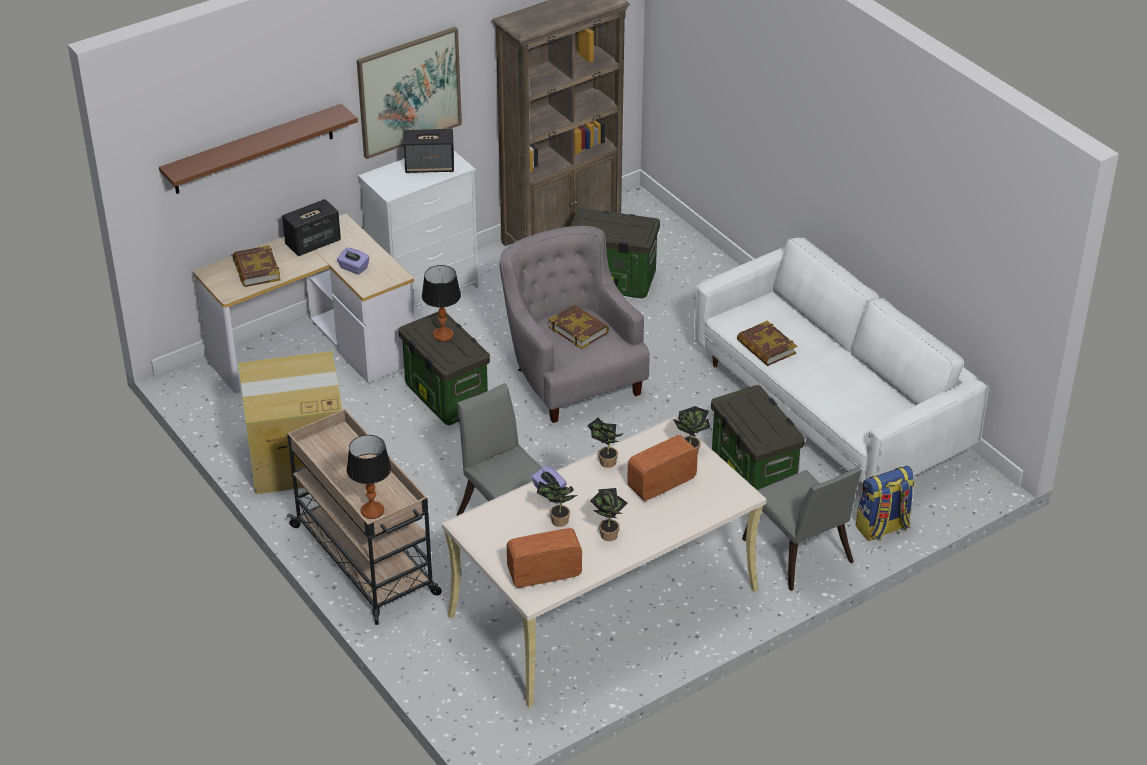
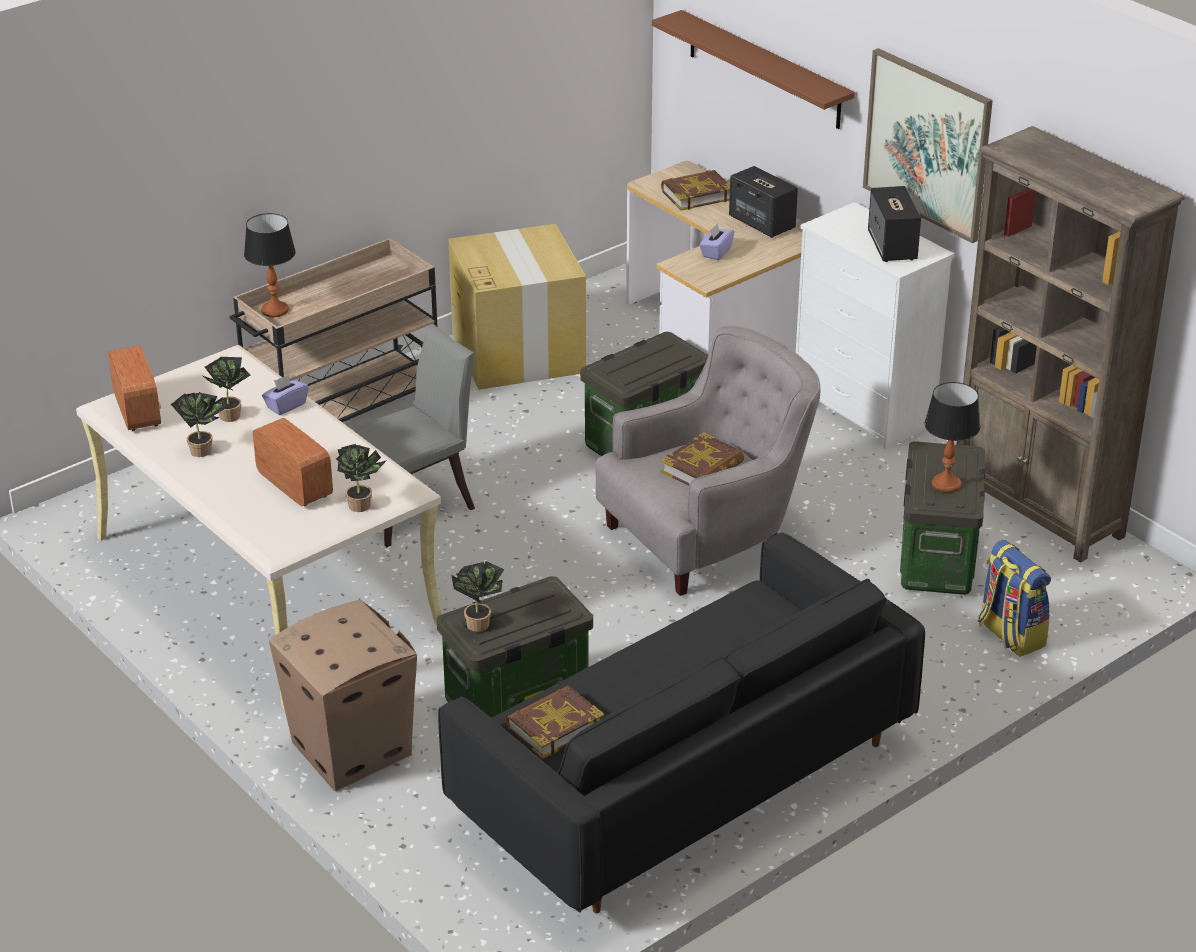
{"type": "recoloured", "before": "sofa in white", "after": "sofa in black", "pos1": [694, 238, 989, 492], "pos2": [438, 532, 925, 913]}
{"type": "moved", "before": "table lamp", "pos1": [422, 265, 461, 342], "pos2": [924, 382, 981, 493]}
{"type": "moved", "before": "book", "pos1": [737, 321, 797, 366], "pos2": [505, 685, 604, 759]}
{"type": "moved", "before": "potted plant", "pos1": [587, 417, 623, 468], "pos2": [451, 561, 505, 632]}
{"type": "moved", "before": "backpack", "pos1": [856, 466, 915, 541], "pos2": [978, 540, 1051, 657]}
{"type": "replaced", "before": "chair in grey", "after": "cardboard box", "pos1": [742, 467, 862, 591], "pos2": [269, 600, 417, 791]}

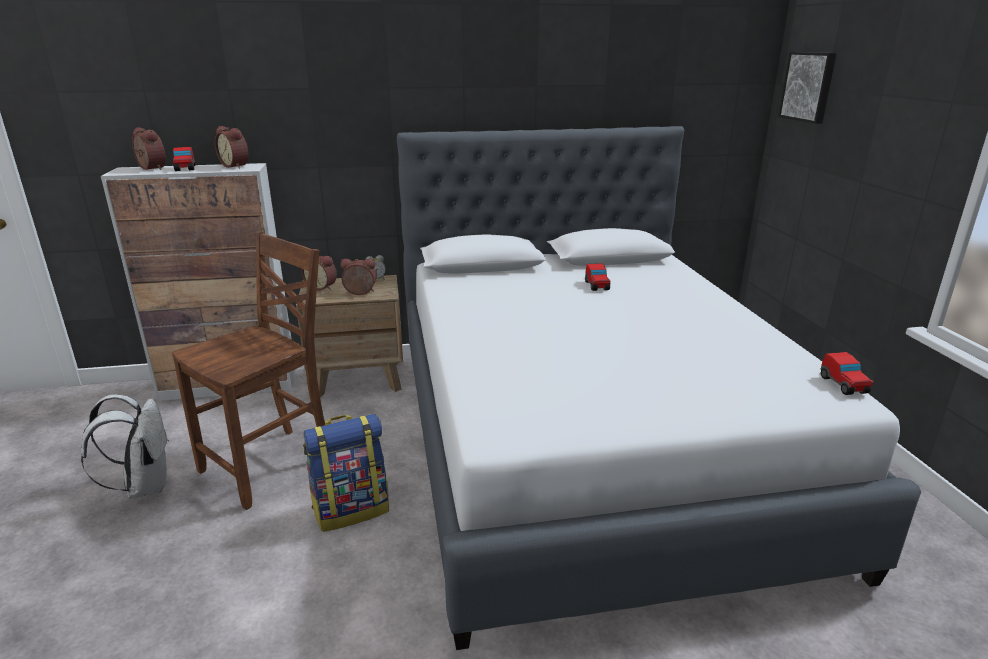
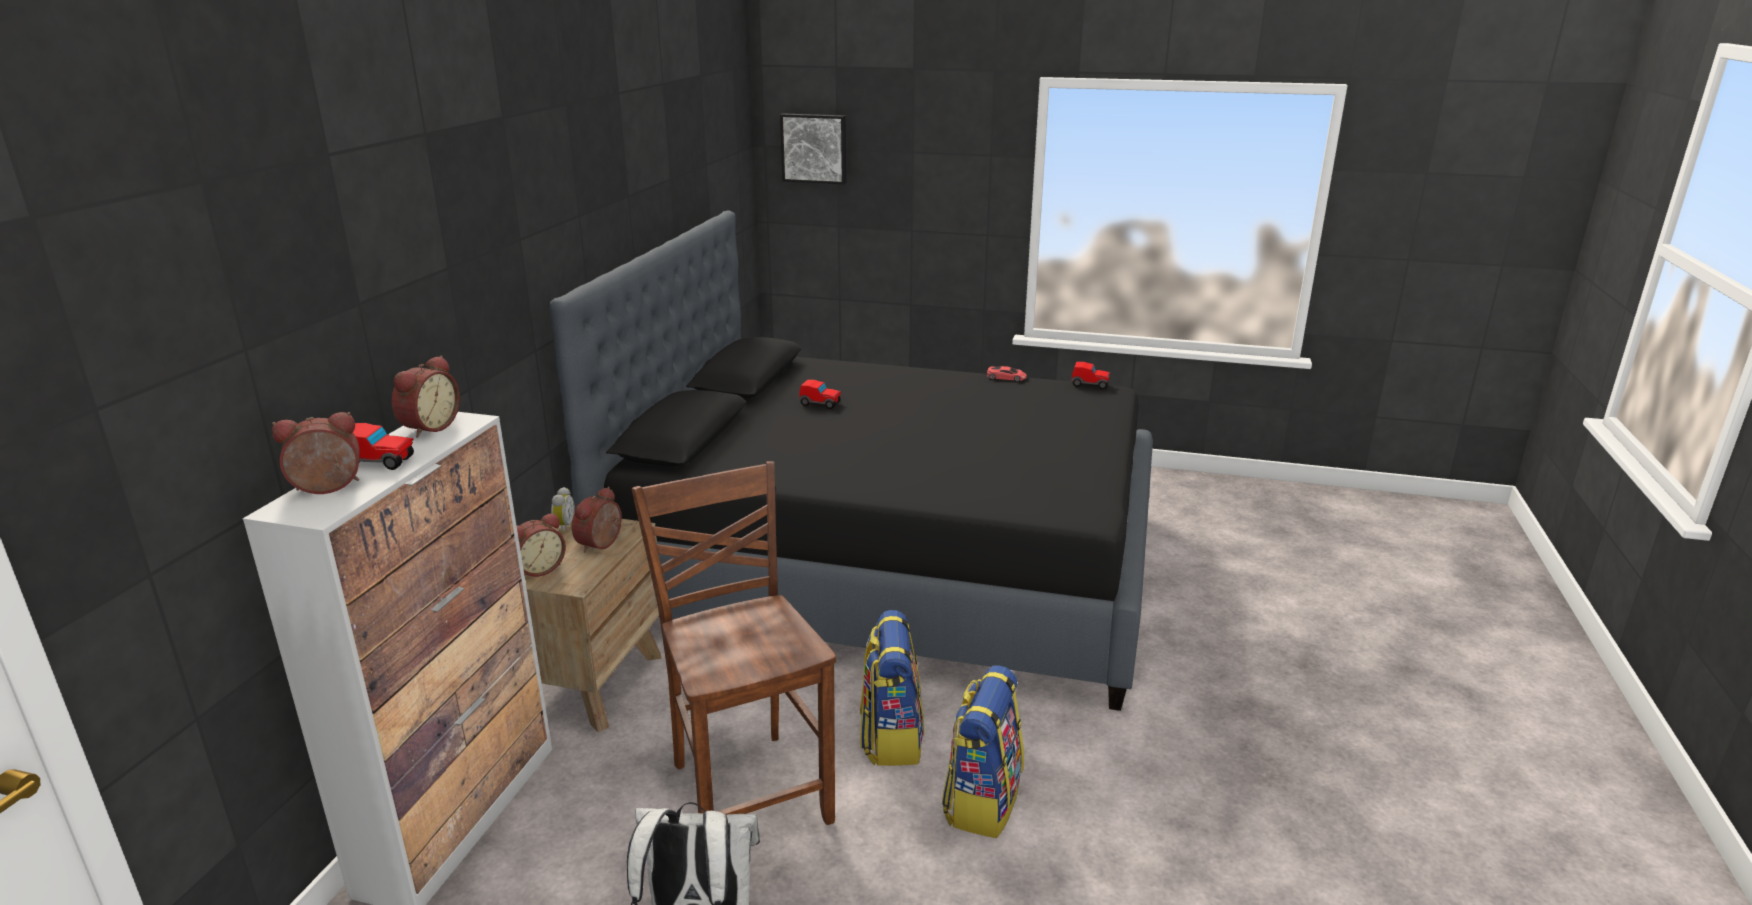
{"type": "turned", "before": "alarm clock", "pos1": [215, 126, 248, 169], "pos2": [392, 355, 460, 438], "turn": -45}
{"type": "recoloured", "before": "bed in white", "after": "bed in black", "pos1": [397, 126, 921, 650], "pos2": [550, 211, 1153, 711]}
{"type": "added", "after": "toy car in red", "pos2": [987, 366, 1027, 382]}
{"type": "added", "after": "backpack", "pos2": [942, 665, 1024, 838]}

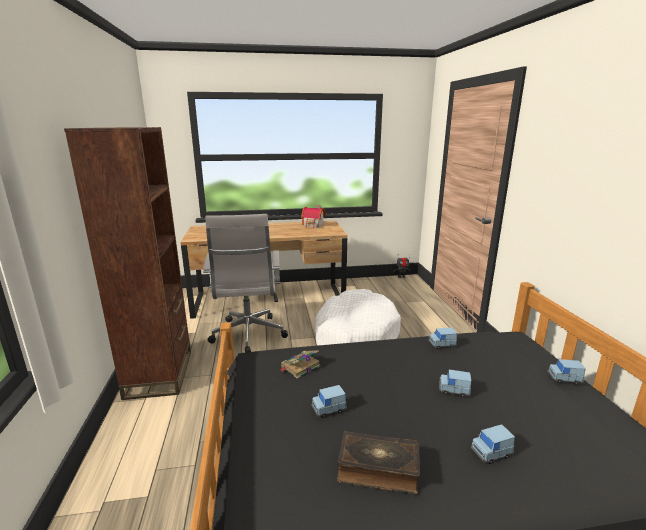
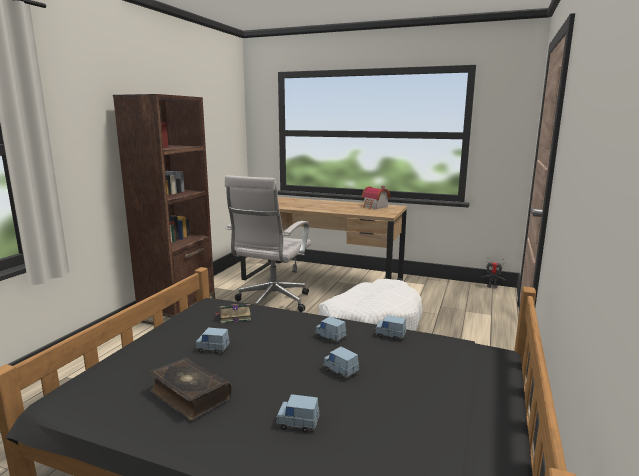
{"type": "moved", "before": "toy car in blue", "pos1": [548, 359, 586, 385], "pos2": [315, 317, 347, 343]}

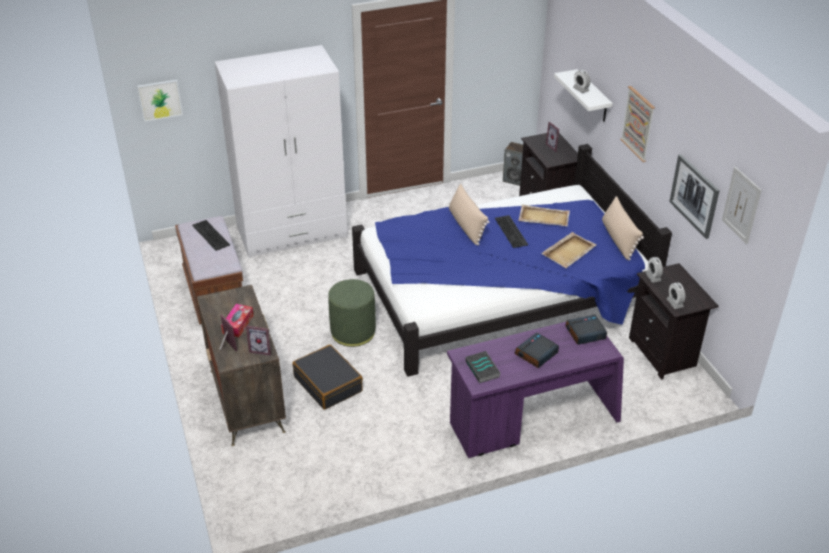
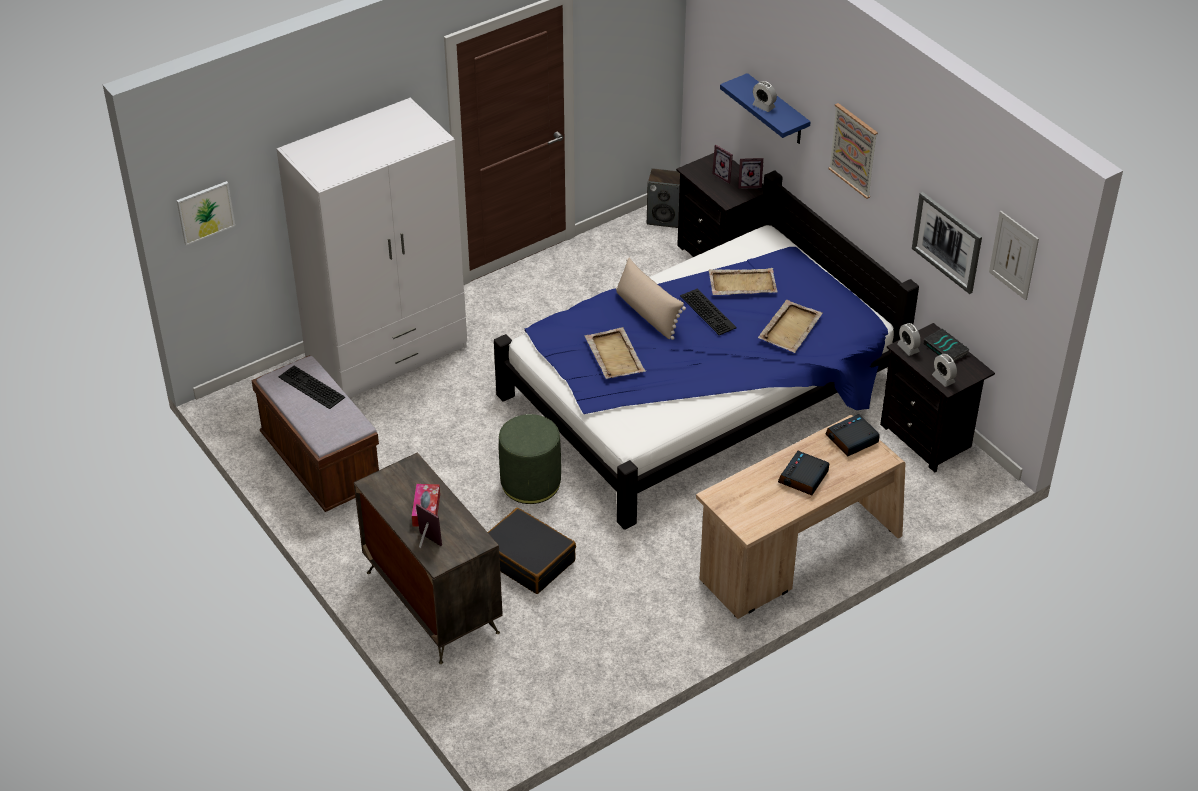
{"type": "recoloured", "before": "shelf in white", "after": "shelf in blue", "pos1": [554, 69, 613, 122], "pos2": [720, 73, 811, 144]}
{"type": "removed", "before": "pillow in beige", "pos1": [602, 196, 644, 260]}
{"type": "recoloured", "before": "desk in purple", "after": "desk in beige", "pos1": [447, 321, 624, 458], "pos2": [696, 415, 905, 619]}
{"type": "moved", "before": "picture frame", "pos1": [246, 326, 271, 356], "pos2": [738, 158, 764, 189]}
{"type": "moved", "before": "book", "pos1": [465, 351, 500, 383], "pos2": [923, 328, 969, 362]}
{"type": "added", "after": "tray in beige", "pos2": [585, 327, 646, 379]}

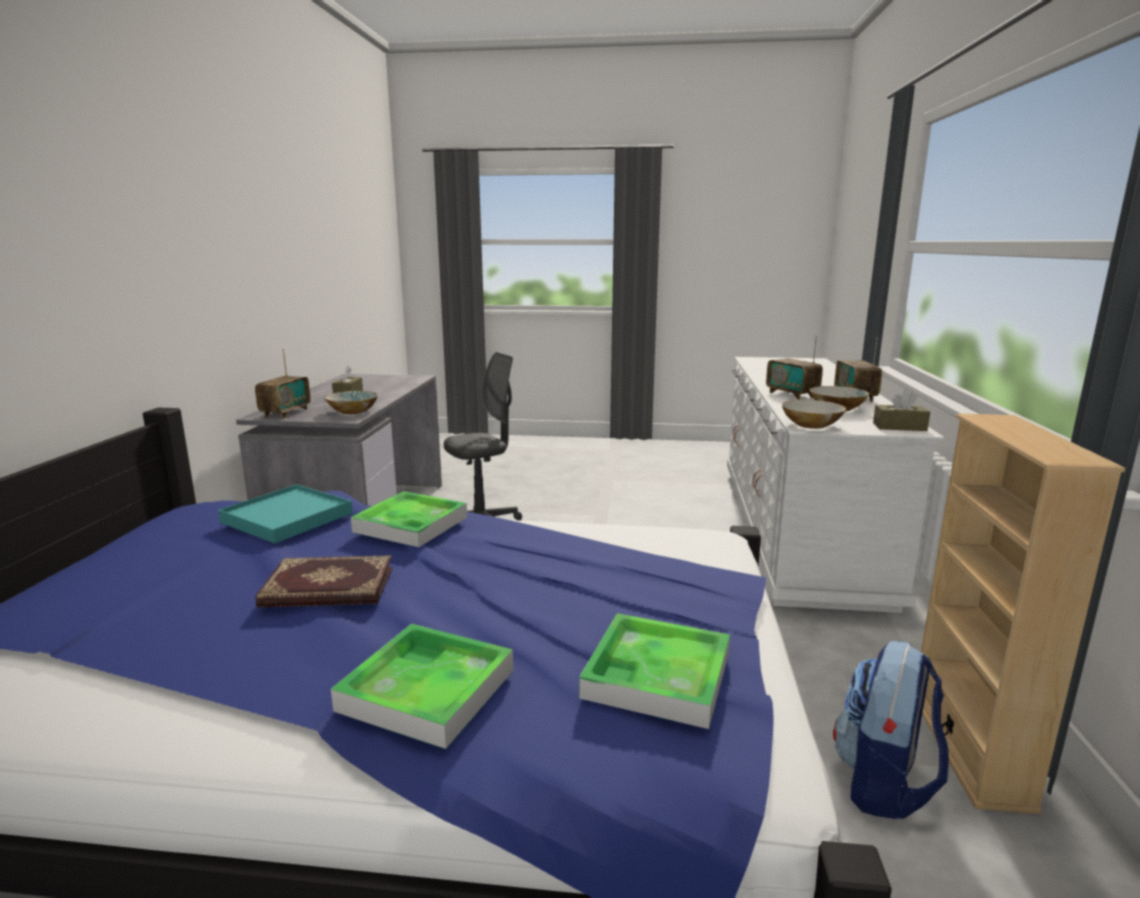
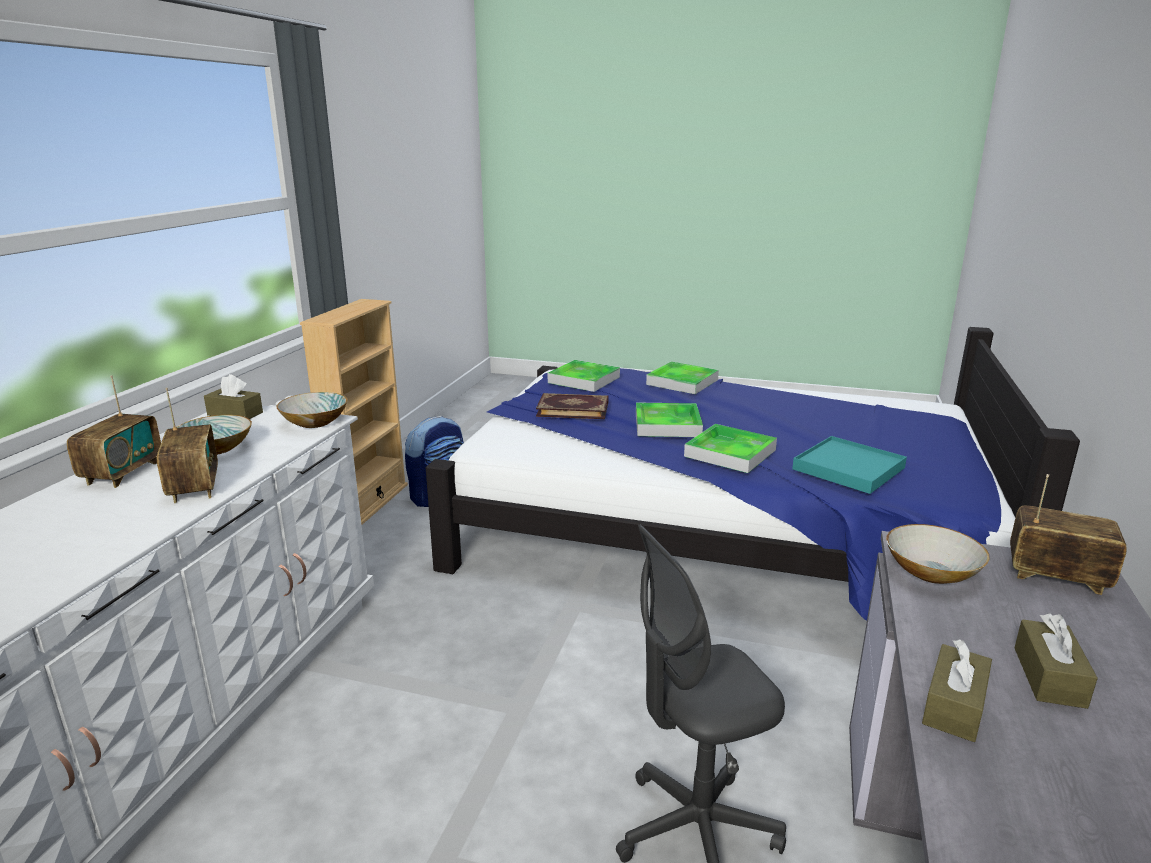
{"type": "turned", "before": "radio", "pos1": [255, 349, 311, 419], "pos2": [1010, 474, 1127, 595], "turn": 90}
{"type": "moved", "before": "book", "pos1": [256, 555, 393, 608], "pos2": [536, 393, 609, 419]}
{"type": "added", "after": "tray", "pos2": [636, 402, 703, 437]}
{"type": "added", "after": "tissue box in brown", "pos2": [922, 640, 992, 742]}

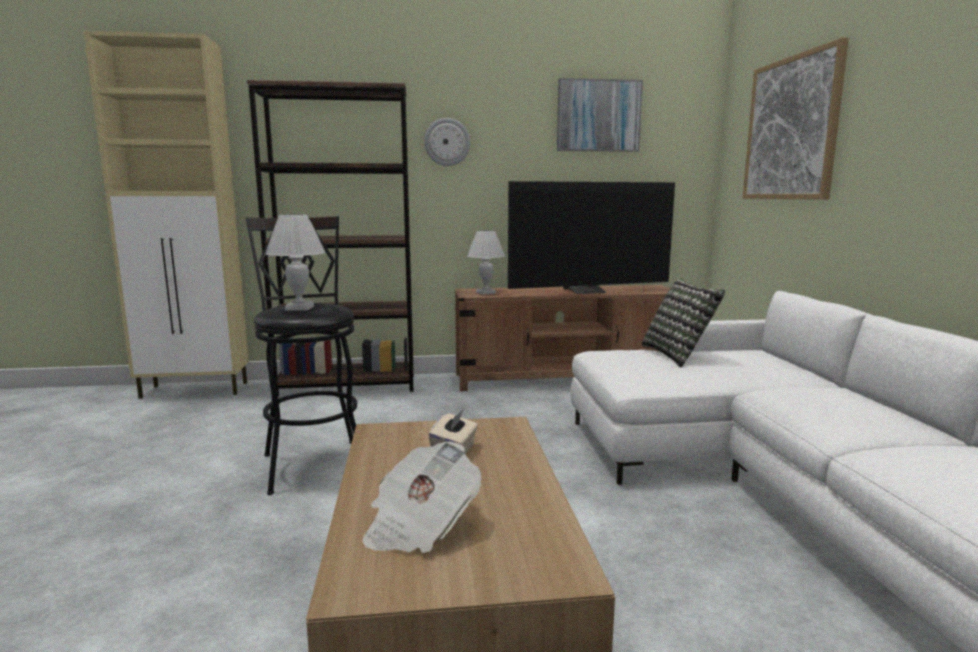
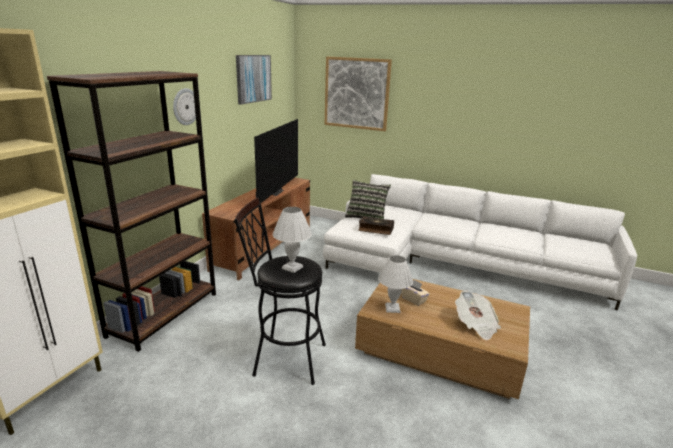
{"type": "moved", "before": "table lamp in white", "pos1": [467, 230, 505, 295], "pos2": [378, 255, 413, 313]}
{"type": "added", "after": "book", "pos2": [358, 216, 394, 235]}

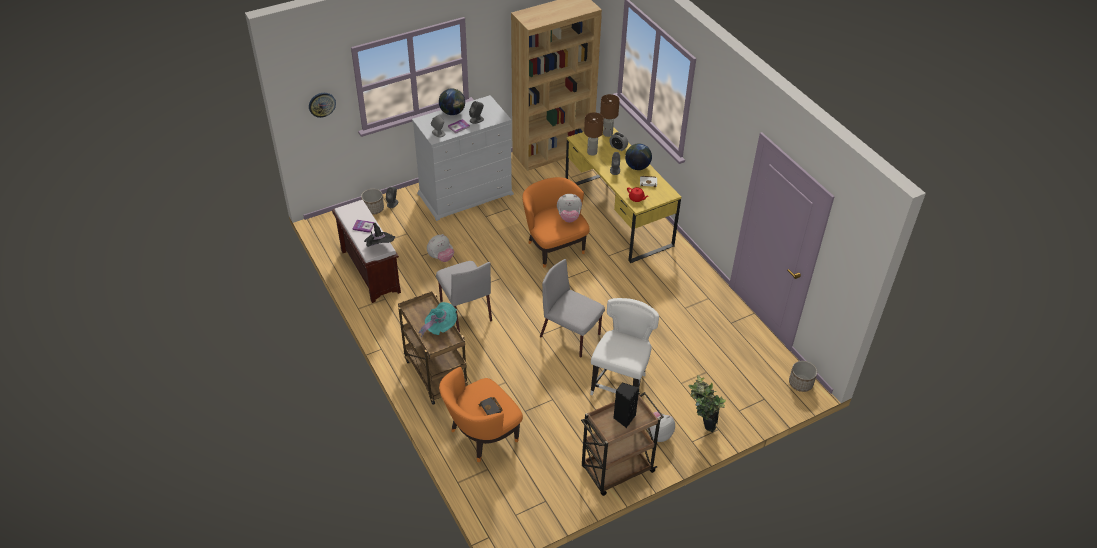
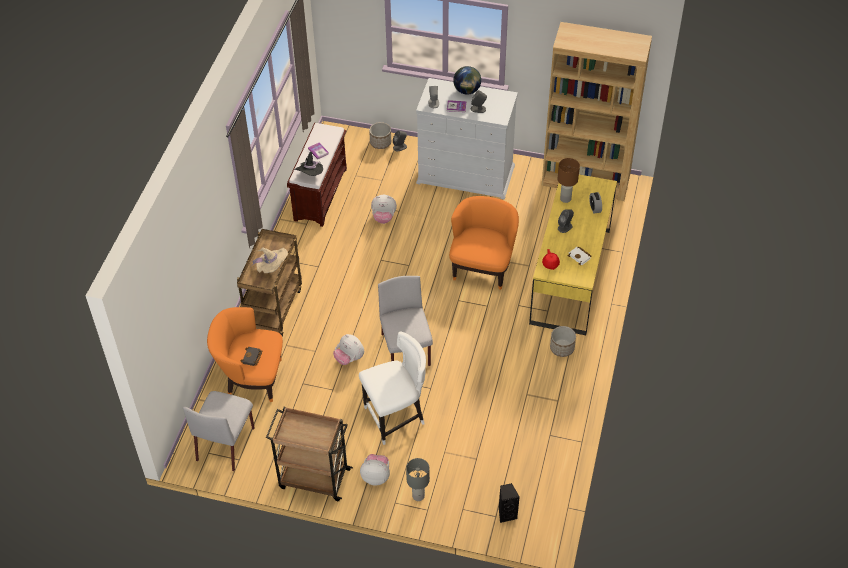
{"type": "removed", "before": "wall clock", "pos1": [309, 93, 336, 118]}
{"type": "removed", "before": "table lamp in brown", "pos1": [600, 94, 620, 137]}
{"type": "removed", "before": "globe", "pos1": [625, 143, 652, 170]}
{"type": "moved", "before": "plush toy", "pos1": [557, 194, 582, 223], "pos2": [333, 334, 364, 365]}
{"type": "moved", "before": "chair in grey", "pos1": [436, 261, 492, 332], "pos2": [183, 391, 255, 471]}
{"type": "recoloured", "before": "hat in turquoise", "after": "hat in beige", "pos1": [418, 302, 457, 337], "pos2": [251, 247, 288, 273]}
{"type": "moved", "before": "planter", "pos1": [789, 361, 817, 392], "pos2": [550, 326, 576, 357]}
{"type": "replaced", "before": "potted plant", "after": "table lamp in grey", "pos1": [688, 375, 726, 432], "pos2": [406, 458, 430, 501]}
{"type": "moved", "before": "speaker in black", "pos1": [613, 382, 639, 428], "pos2": [499, 483, 520, 523]}

